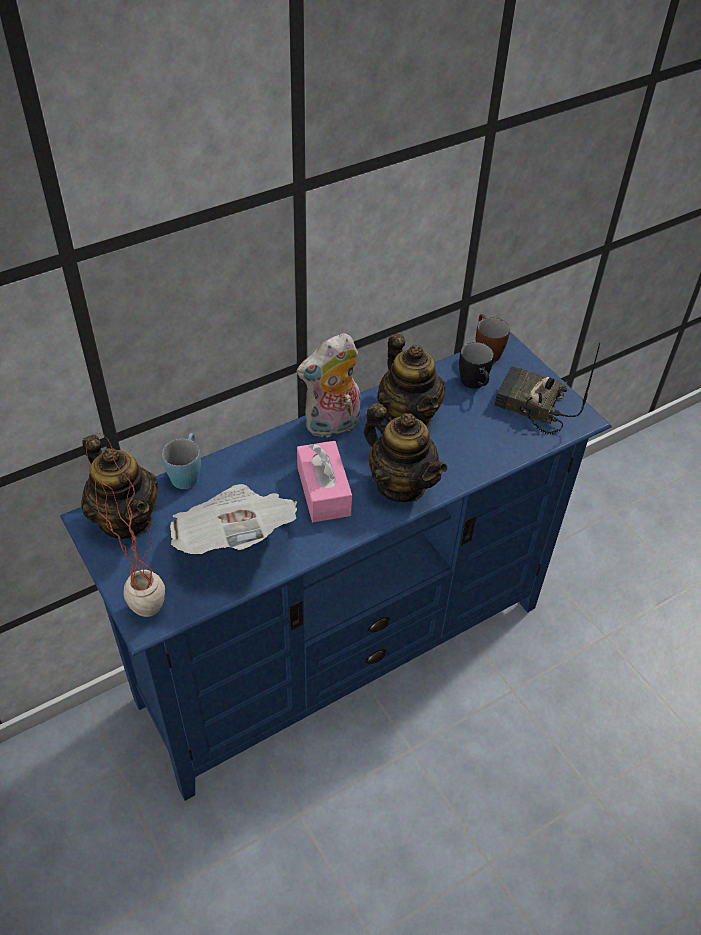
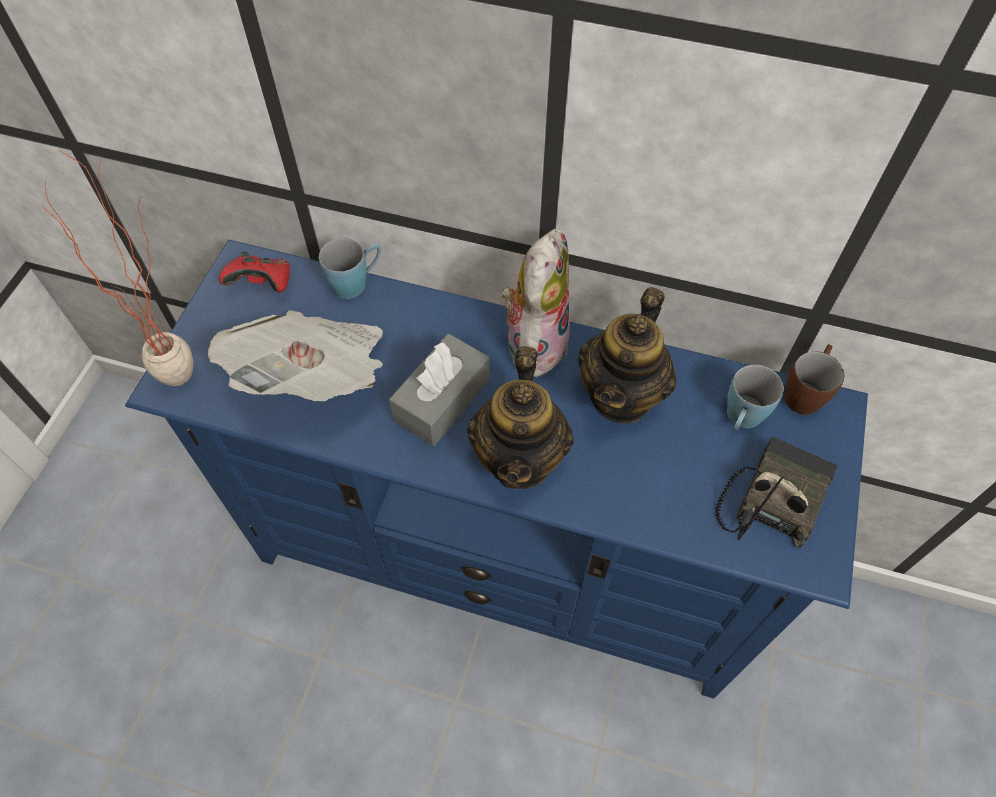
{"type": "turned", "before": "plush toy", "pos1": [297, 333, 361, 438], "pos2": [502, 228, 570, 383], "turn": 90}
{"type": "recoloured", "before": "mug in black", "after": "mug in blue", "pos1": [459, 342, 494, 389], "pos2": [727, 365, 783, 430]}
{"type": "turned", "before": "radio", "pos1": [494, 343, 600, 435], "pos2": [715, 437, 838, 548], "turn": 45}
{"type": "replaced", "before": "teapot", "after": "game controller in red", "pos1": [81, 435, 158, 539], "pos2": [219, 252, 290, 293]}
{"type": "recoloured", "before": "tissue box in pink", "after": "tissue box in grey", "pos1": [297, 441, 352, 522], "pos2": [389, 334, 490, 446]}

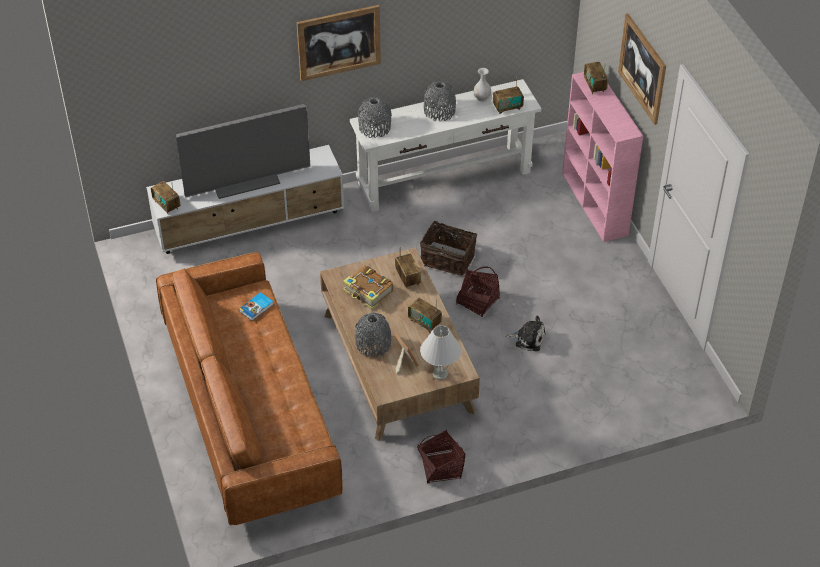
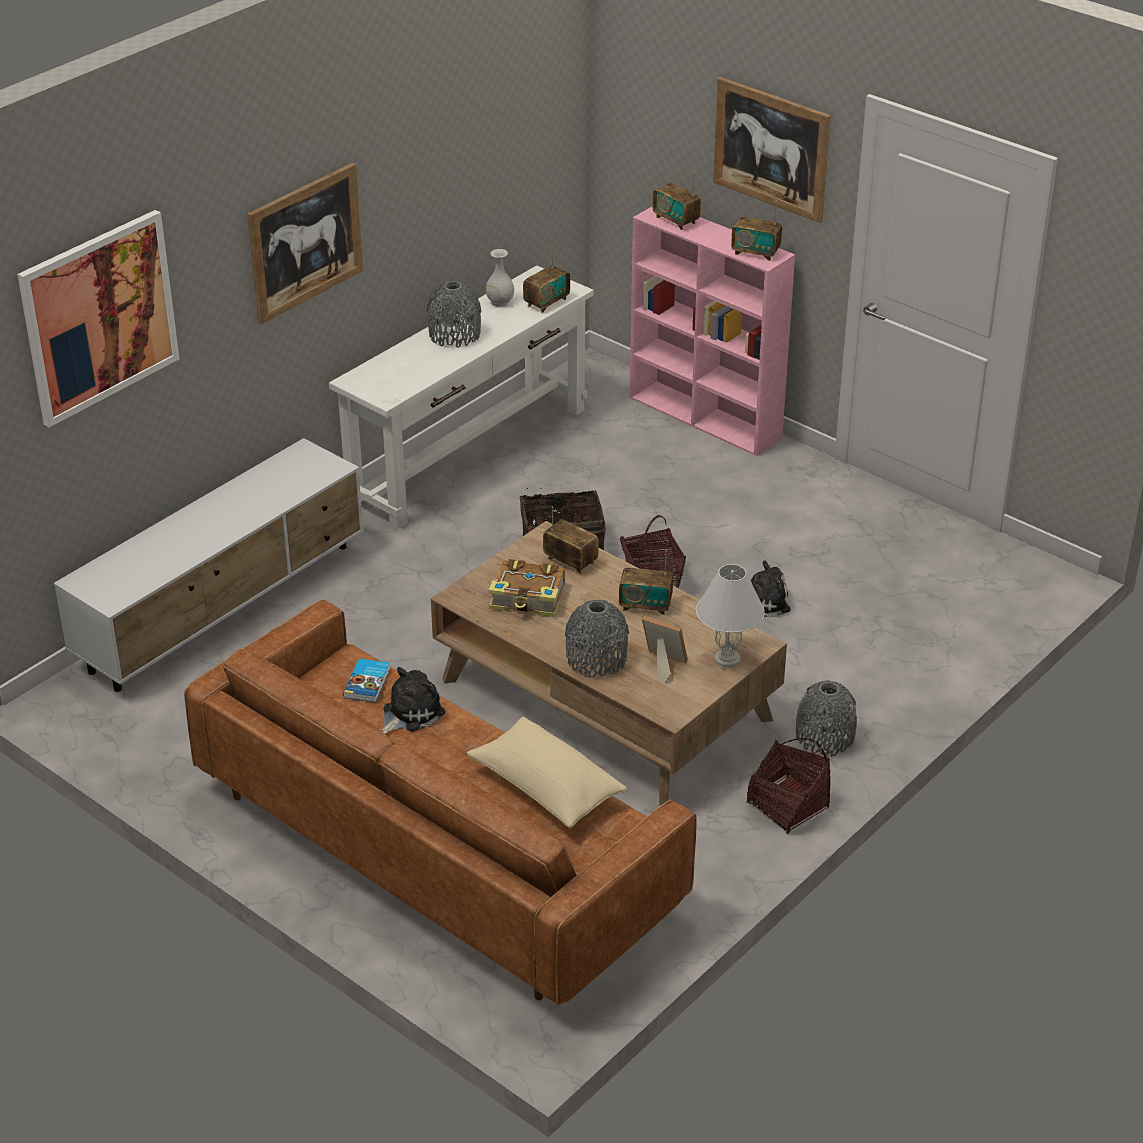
{"type": "moved", "before": "vase in grey", "pos1": [358, 97, 392, 138], "pos2": [796, 680, 857, 757]}
{"type": "removed", "before": "television", "pos1": [176, 104, 311, 199]}
{"type": "moved", "before": "radio", "pos1": [151, 181, 180, 214], "pos2": [731, 201, 782, 261]}
{"type": "added", "after": "picture", "pos2": [17, 210, 179, 427]}
{"type": "added", "after": "plush toy", "pos2": [381, 667, 445, 734]}
{"type": "added", "after": "pillow in beige", "pos2": [466, 717, 627, 828]}

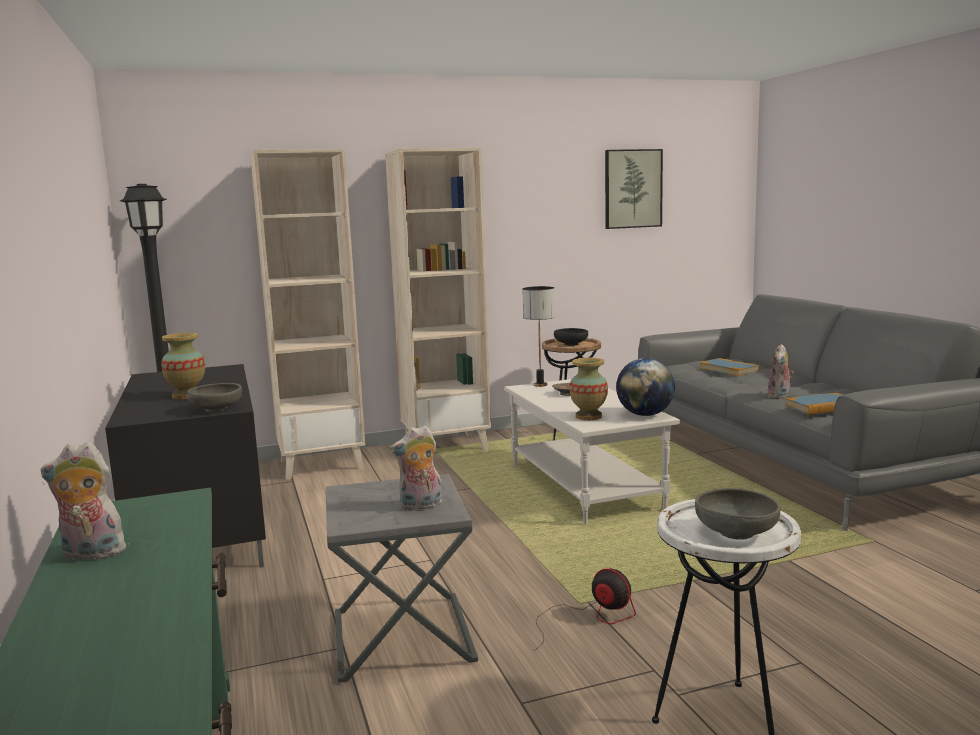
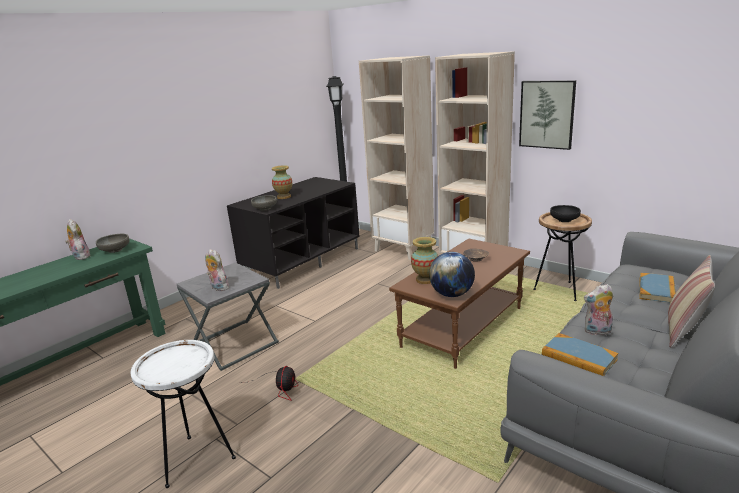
{"type": "moved", "before": "picture", "pos1": [605, 149, 663, 229], "pos2": [519, 80, 576, 150]}
{"type": "removed", "before": "table lamp", "pos1": [523, 286, 555, 387]}
{"type": "recoloured", "before": "coffee table in white", "after": "coffee table in brown", "pos1": [504, 379, 680, 525], "pos2": [389, 239, 530, 369]}
{"type": "moved", "before": "bowl in grey", "pos1": [695, 488, 780, 540], "pos2": [96, 234, 129, 253]}
{"type": "added", "after": "pillow", "pos2": [668, 255, 715, 348]}

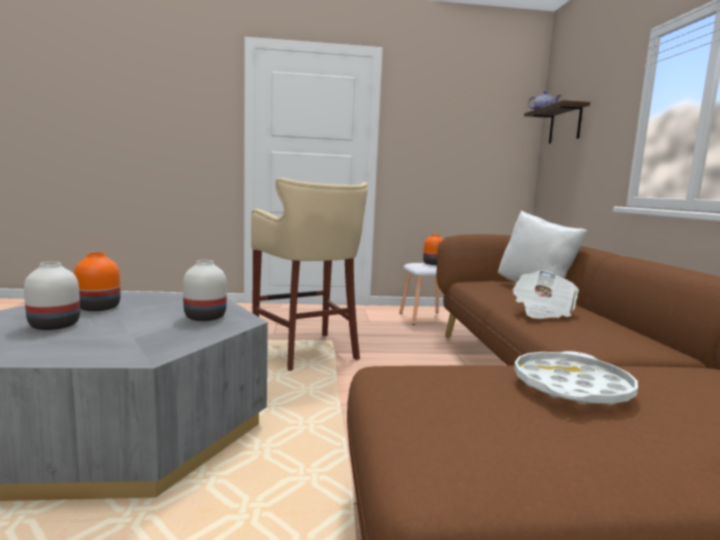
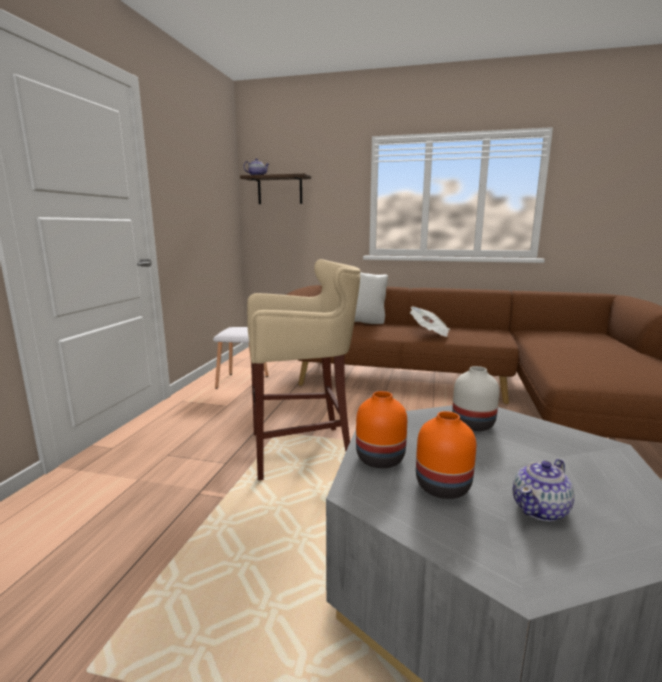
{"type": "moved", "before": "vase in orange", "pos1": [423, 234, 443, 265], "pos2": [356, 391, 407, 468]}
{"type": "replaced", "before": "vase in white", "after": "teapot", "pos1": [24, 262, 80, 330], "pos2": [513, 459, 575, 522]}
{"type": "removed", "before": "tray in white", "pos1": [514, 351, 638, 405]}

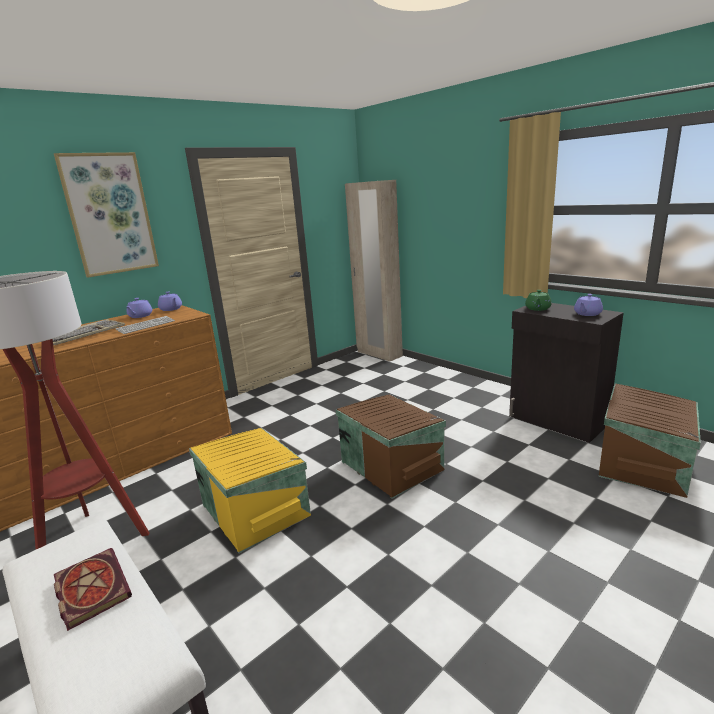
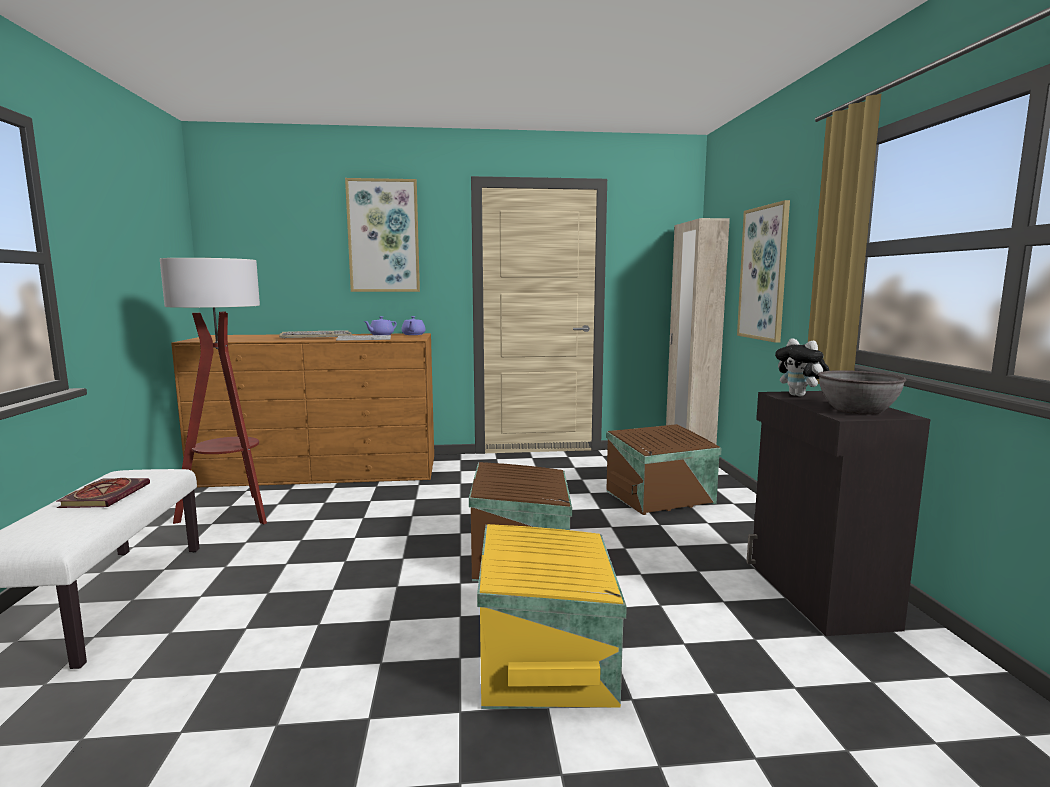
{"type": "replaced", "before": "teapot in green", "after": "plush toy", "pos1": [525, 290, 552, 311], "pos2": [775, 338, 829, 397]}
{"type": "replaced", "before": "teapot in purple", "after": "bowl in grey", "pos1": [574, 294, 603, 316], "pos2": [818, 370, 906, 415]}
{"type": "moved", "before": "storage box in brown", "pos1": [598, 384, 701, 498], "pos2": [606, 424, 722, 515]}
{"type": "moved", "before": "storage box in yellow", "pos1": [189, 428, 311, 554], "pos2": [477, 524, 627, 709]}
{"type": "added", "after": "picture", "pos2": [737, 200, 790, 343]}

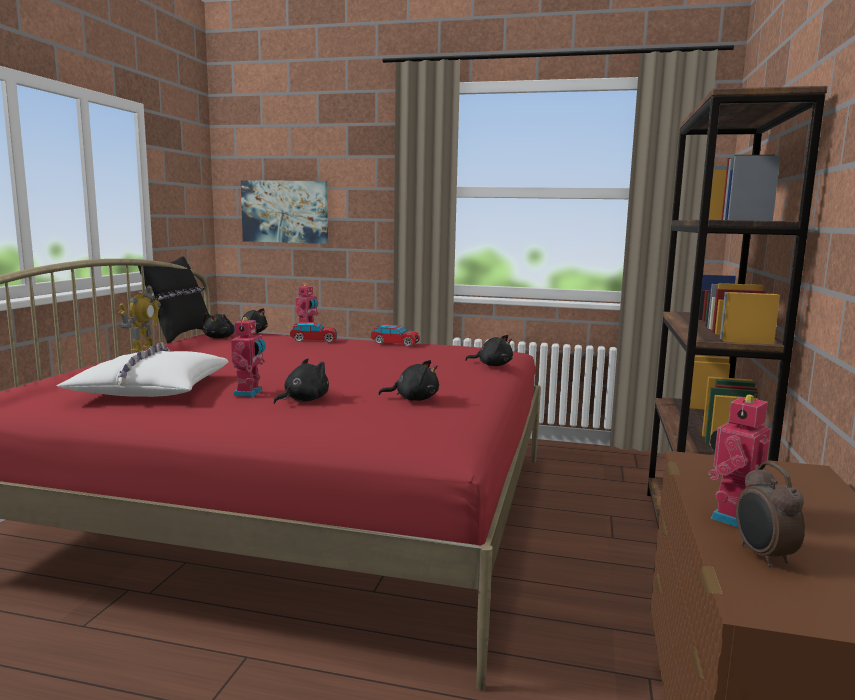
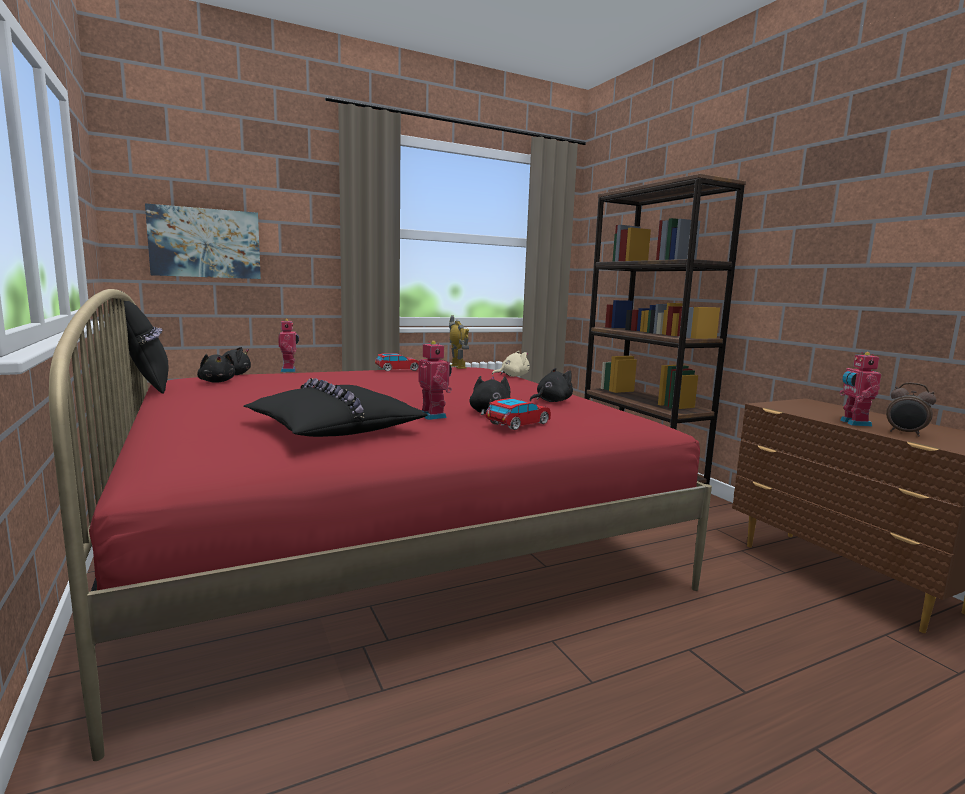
{"type": "moved", "before": "toy robot", "pos1": [119, 286, 161, 352], "pos2": [449, 315, 469, 369]}
{"type": "moved", "before": "toy car", "pos1": [290, 322, 337, 342], "pos2": [486, 398, 551, 430]}
{"type": "recoloured", "before": "plush toy in black", "after": "plush toy in beige", "pos1": [465, 335, 513, 366], "pos2": [492, 351, 530, 377]}
{"type": "recoloured", "before": "pillow in white", "after": "pillow in black", "pos1": [57, 342, 229, 397], "pos2": [243, 378, 428, 437]}

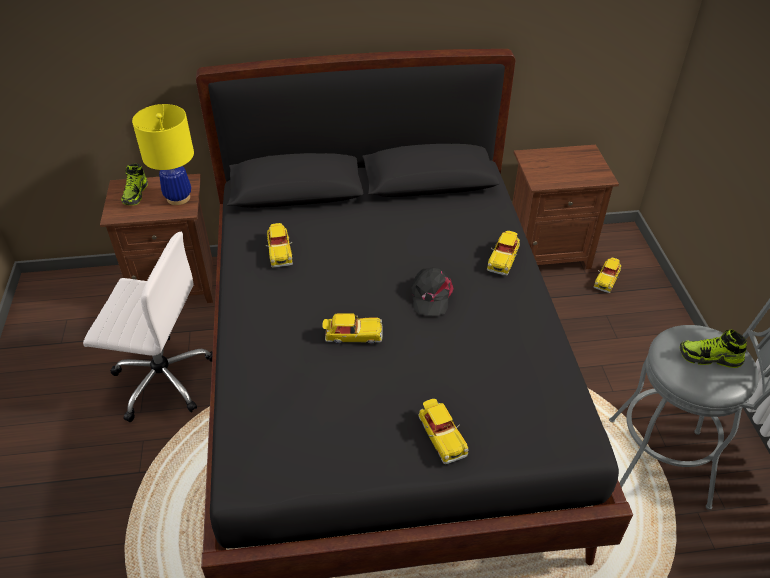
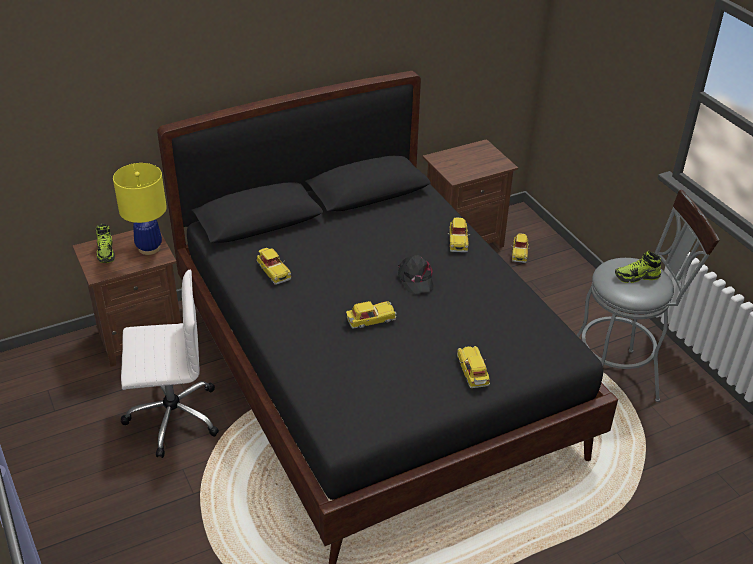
{"type": "turned", "before": "toy car", "pos1": [418, 399, 469, 464], "pos2": [457, 346, 490, 388], "turn": -150}

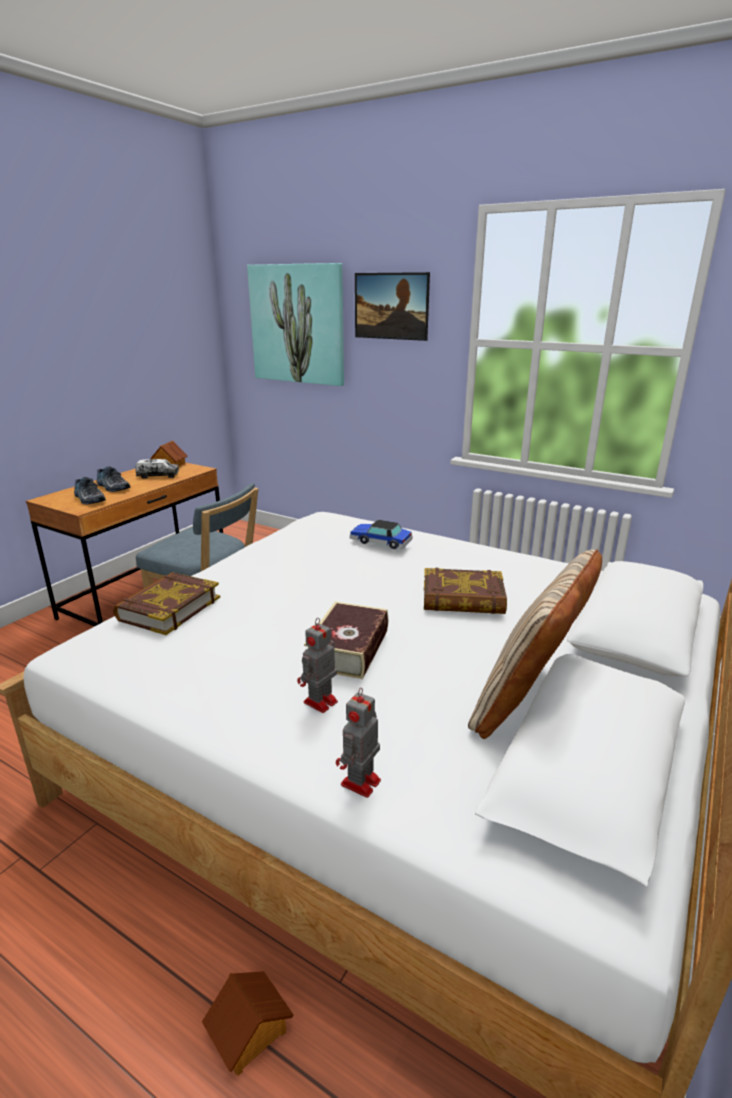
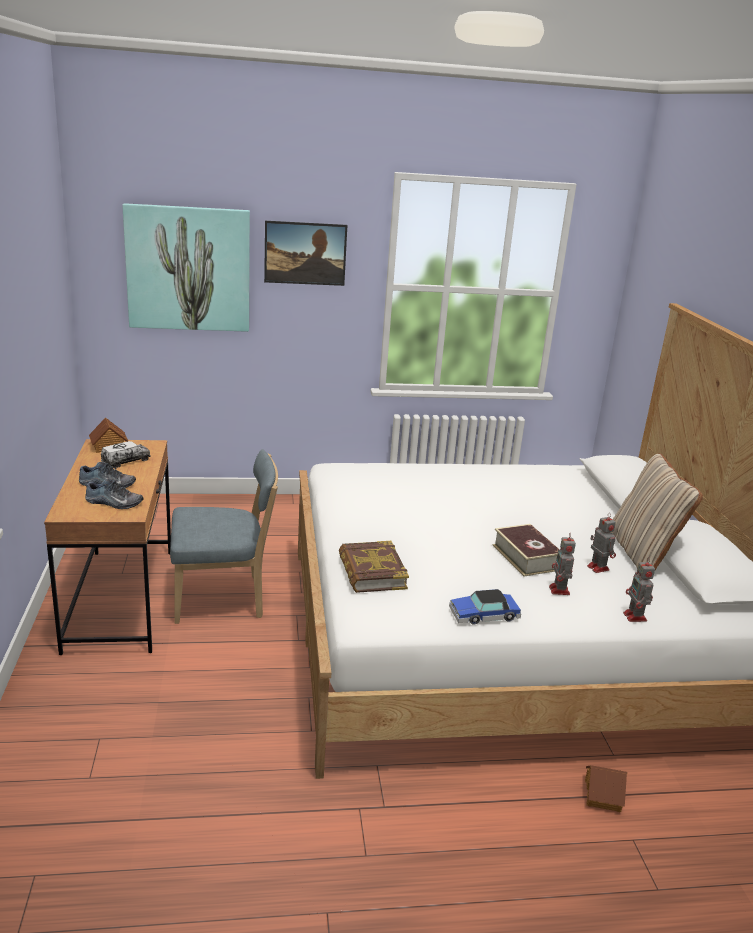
{"type": "moved", "before": "toy car", "pos1": [350, 520, 412, 549], "pos2": [449, 589, 521, 625]}
{"type": "removed", "before": "book", "pos1": [424, 568, 507, 614]}
{"type": "added", "after": "toy robot", "pos2": [587, 513, 616, 573]}

